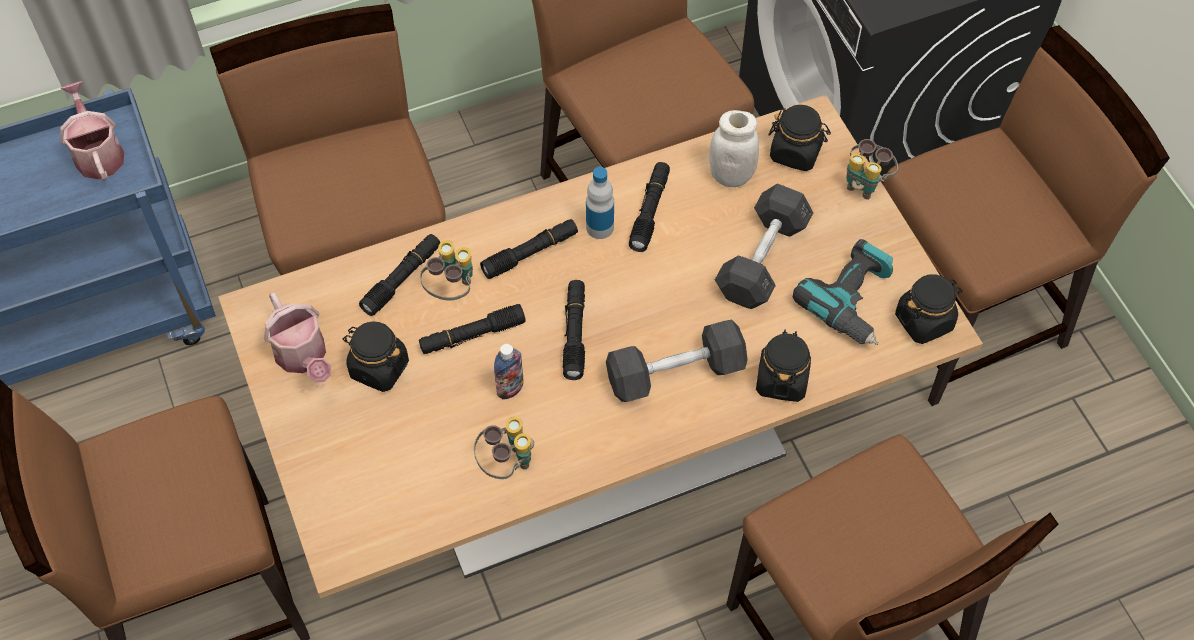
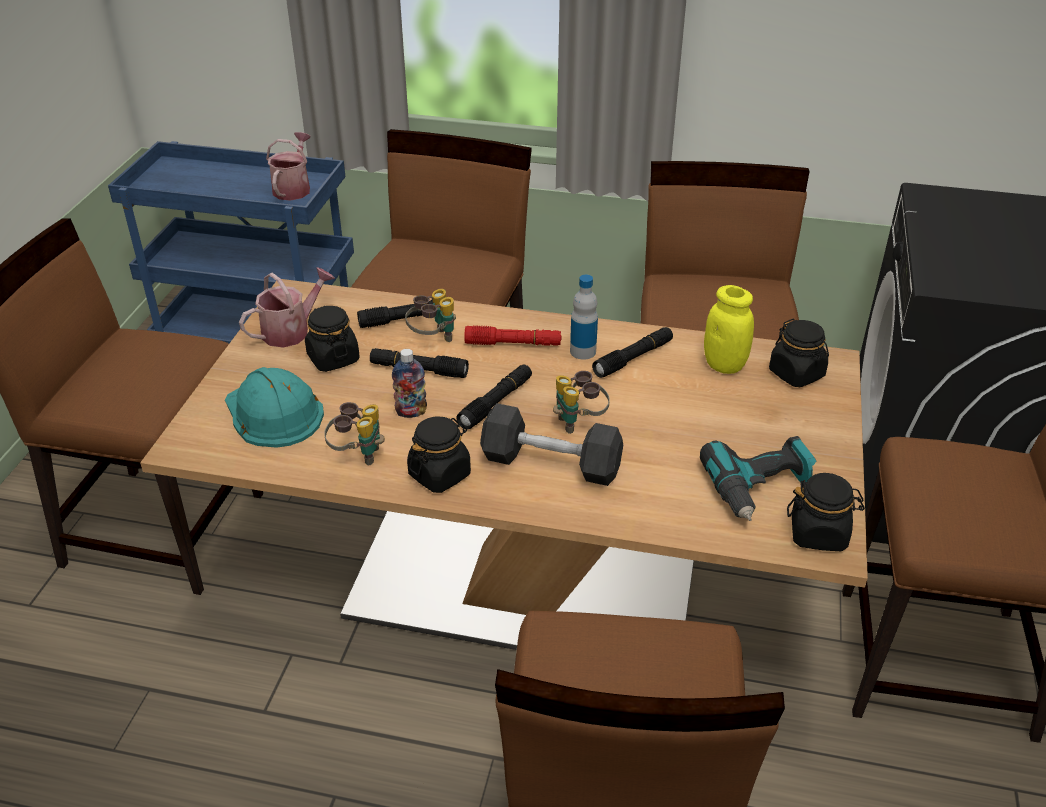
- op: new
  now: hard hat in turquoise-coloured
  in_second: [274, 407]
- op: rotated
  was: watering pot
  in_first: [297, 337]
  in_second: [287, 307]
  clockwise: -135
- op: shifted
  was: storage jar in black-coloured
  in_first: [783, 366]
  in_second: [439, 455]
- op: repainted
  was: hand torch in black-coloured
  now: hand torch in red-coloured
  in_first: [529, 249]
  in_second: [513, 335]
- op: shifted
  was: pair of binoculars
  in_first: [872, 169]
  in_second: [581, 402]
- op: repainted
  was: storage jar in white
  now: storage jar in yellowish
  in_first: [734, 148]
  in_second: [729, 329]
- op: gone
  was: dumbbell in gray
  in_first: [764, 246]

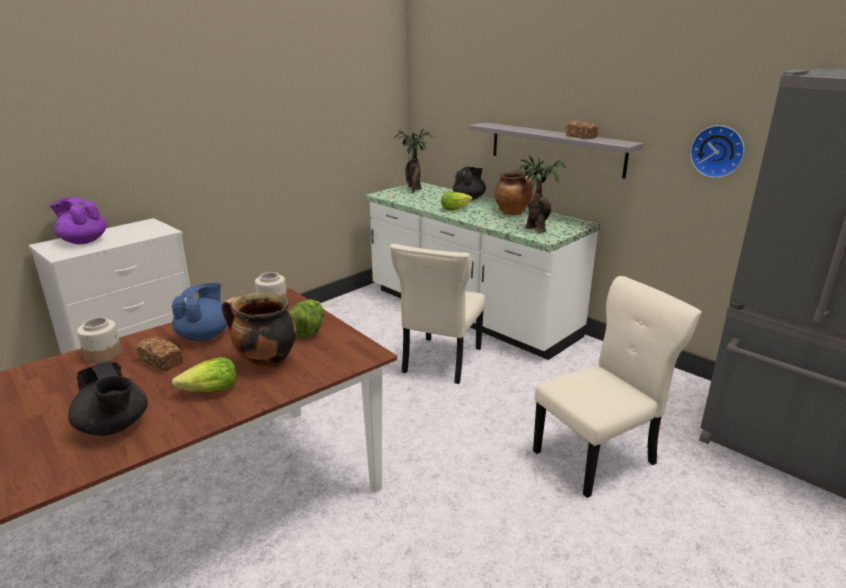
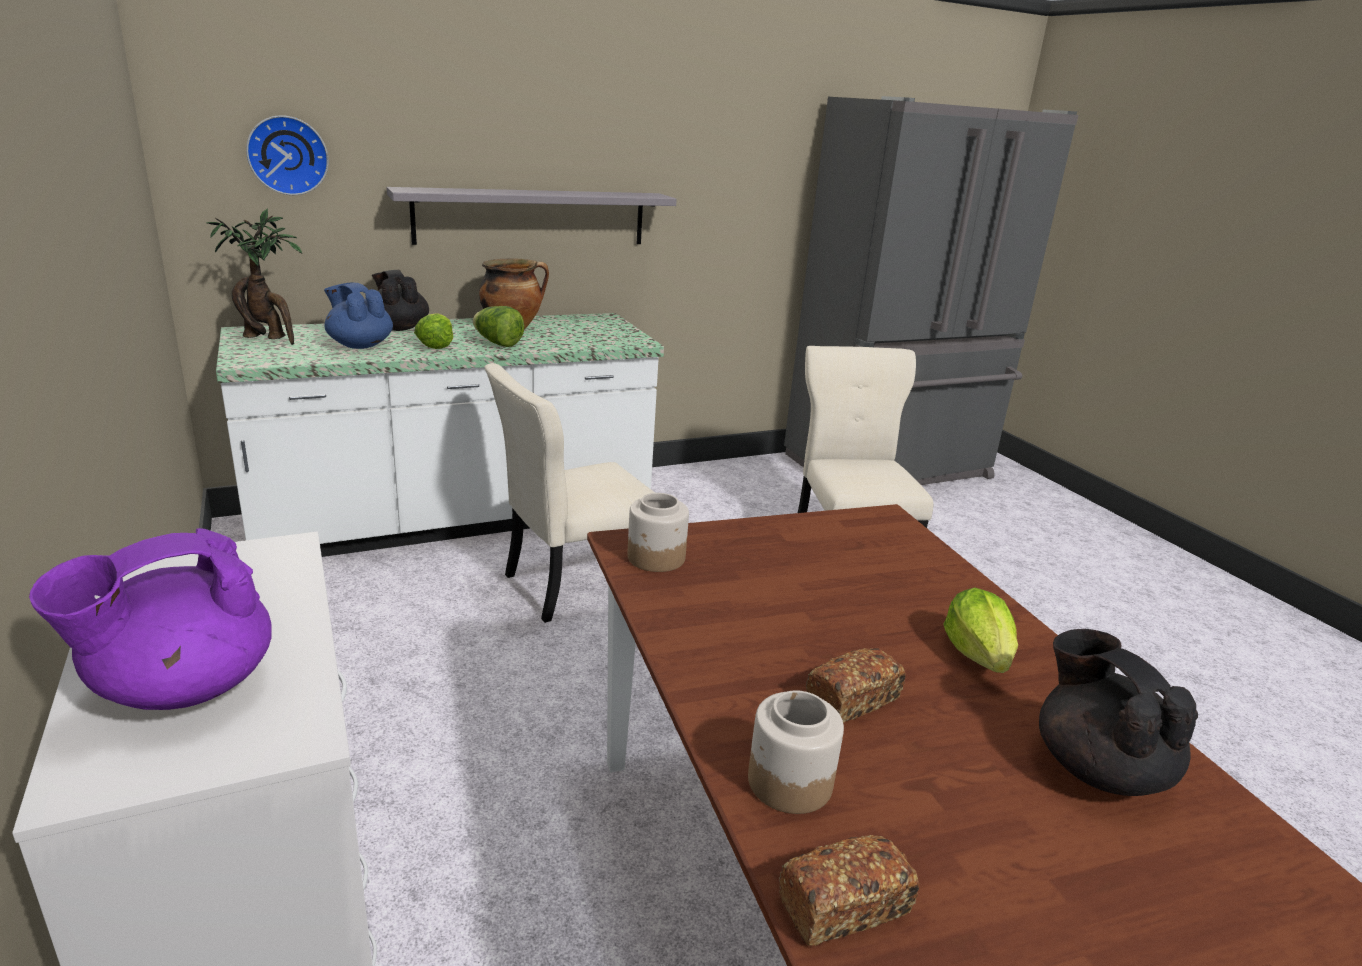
- op: shifted
  was: clock on the wall
  in_first: [717, 151]
  in_second: [287, 155]
- op: shifted
  was: tea pot in blue-coloured
  in_first: [199, 312]
  in_second: [358, 315]
- op: shifted
  was: lettuce head
  in_first: [306, 319]
  in_second: [498, 326]
- op: rotated
  was: plain chair in beige
  in_first: [438, 314]
  in_second: [570, 493]
  clockwise: 105
- op: shifted
  was: bakery bread
  in_first: [582, 130]
  in_second: [849, 890]
- op: rotated
  was: tea pot in black-coloured
  in_first: [108, 399]
  in_second: [1118, 712]
  clockwise: -90
- op: gone
  was: saucepot
  in_first: [259, 331]
- op: gone
  was: houseplant
  in_first: [543, 194]

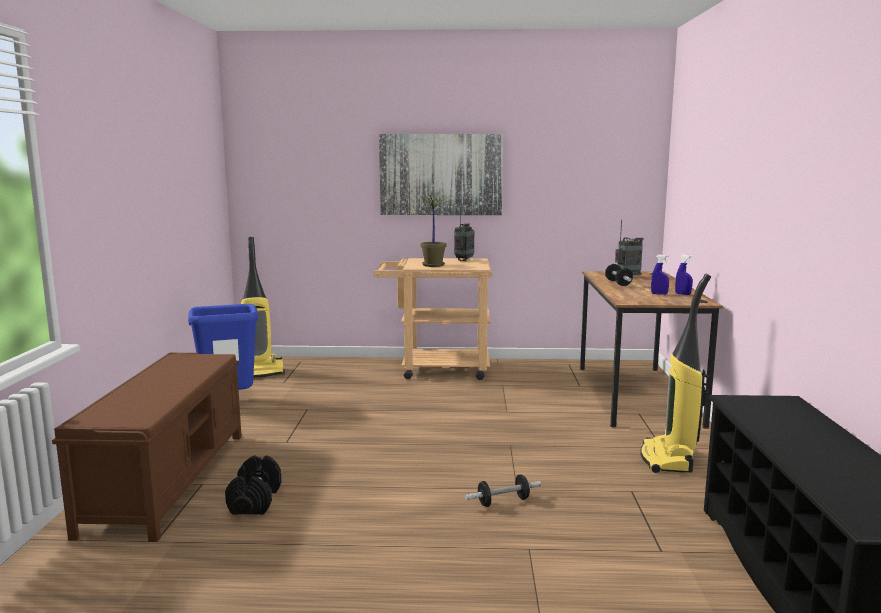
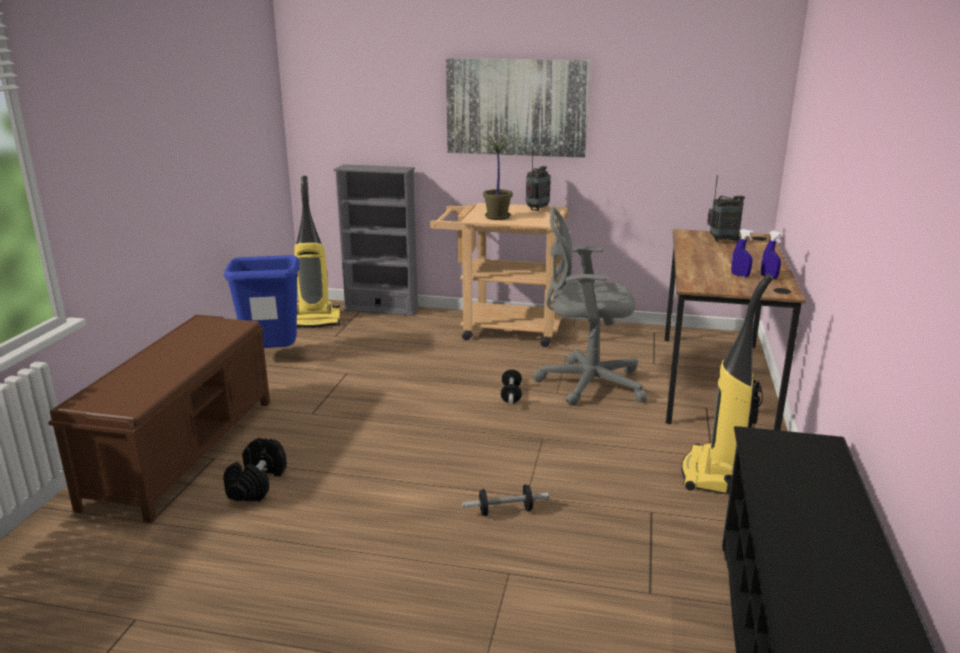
- op: new
  now: bookcase in gray
  in_second: [376, 240]
- op: shifted
  was: dumbbell
  in_first: [619, 275]
  in_second: [511, 386]
- op: new
  now: computer chair in gray
  in_second: [590, 306]

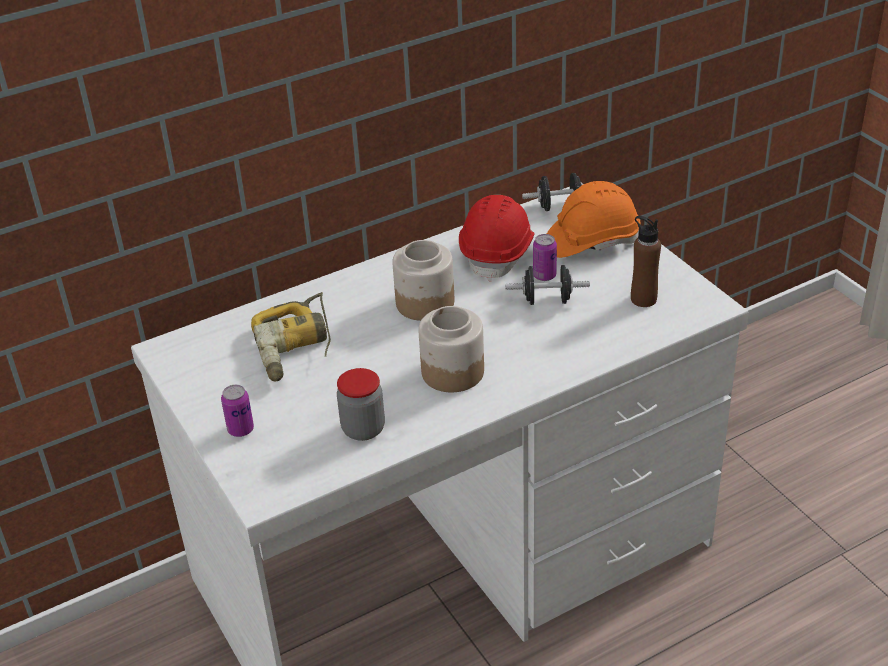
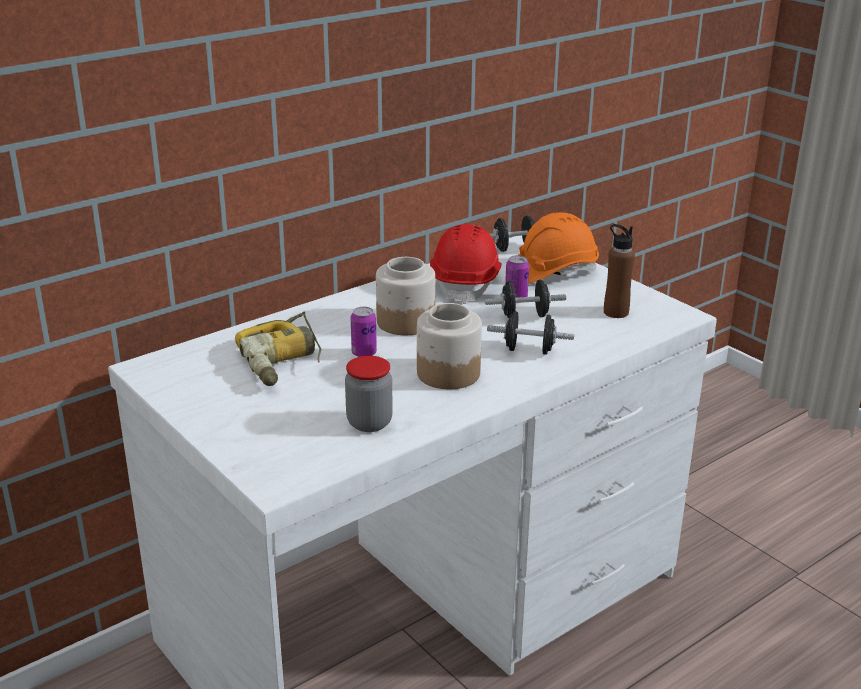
- op: shifted
  was: can
  in_first: [237, 411]
  in_second: [364, 332]
- op: new
  now: dumbbell in black-coloured
  in_second: [530, 333]

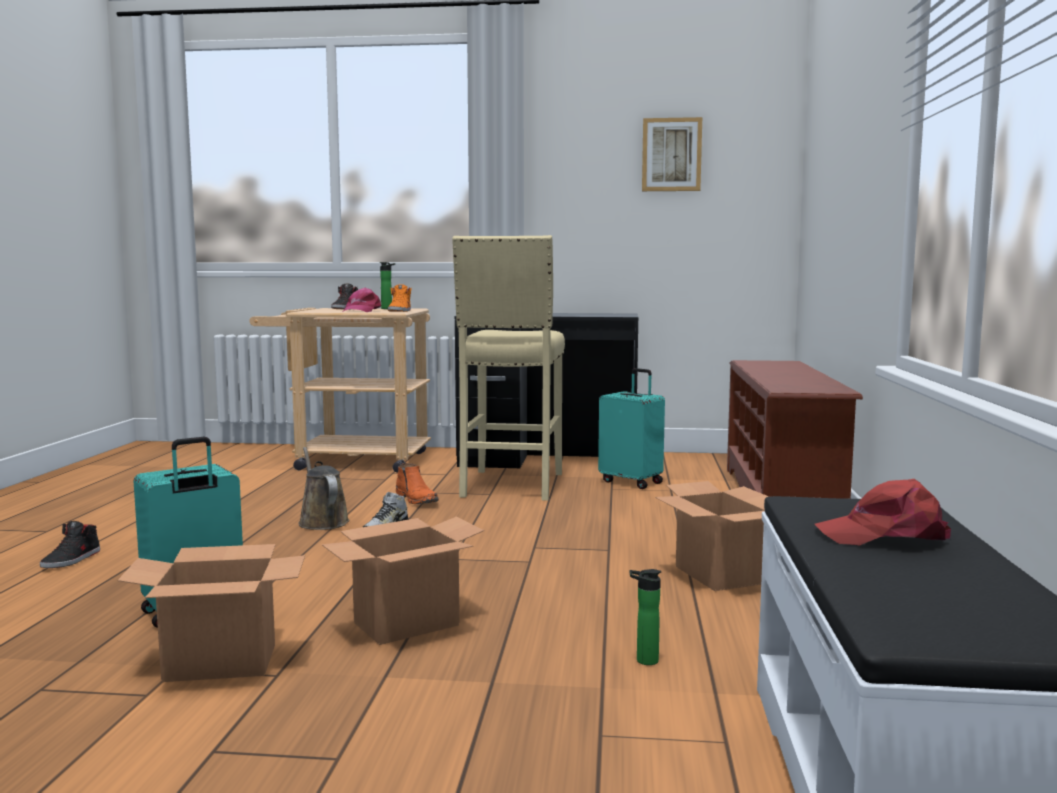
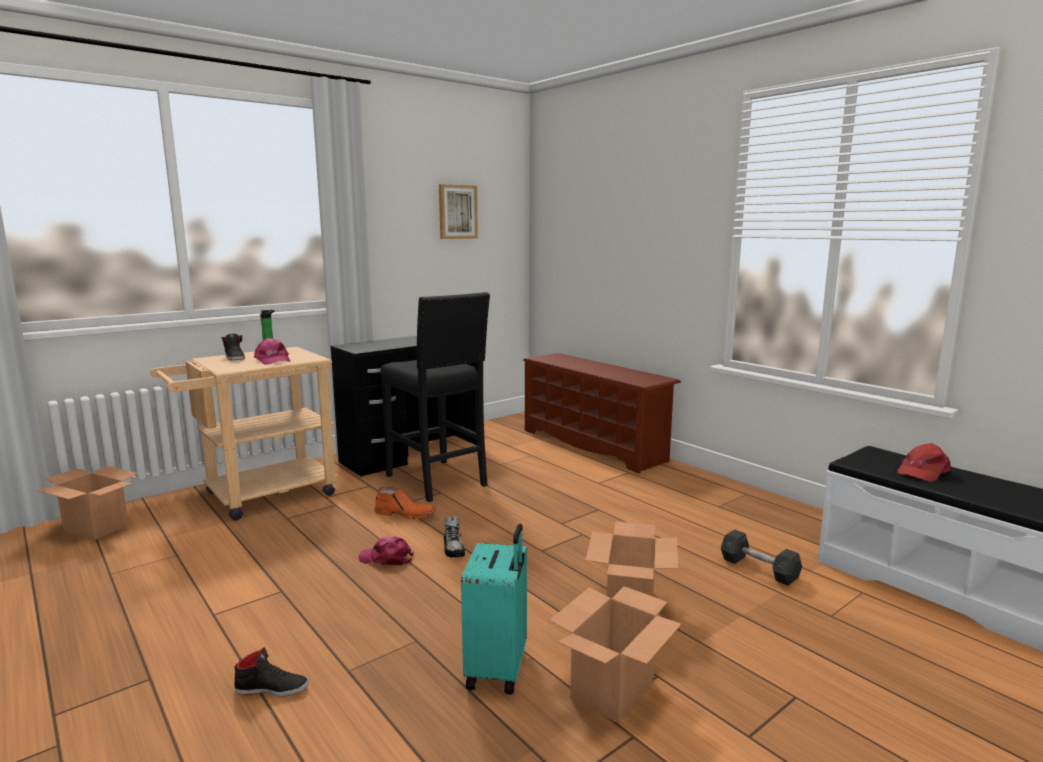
- op: shifted
  was: carton
  in_first: [712, 536]
  in_second: [87, 503]
- op: rotated
  was: low shoe in black-coloured
  in_first: [70, 544]
  in_second: [271, 672]
  clockwise: -60
- op: swapped
  was: watering pot in brown-coloured
  now: cap in pink
  in_first: [324, 488]
  in_second: [386, 550]
- op: repainted
  was: sitting stool in beige
  now: sitting stool in black-coloured
  in_first: [508, 368]
  in_second: [435, 397]
- op: swapped
  was: drink bottle
  now: dumbbell in gray
  in_first: [646, 617]
  in_second: [761, 558]
- op: gone
  was: low shoe in orangey
  in_first: [400, 298]
- op: gone
  was: piece of luggage in turquoise-coloured
  in_first: [631, 428]

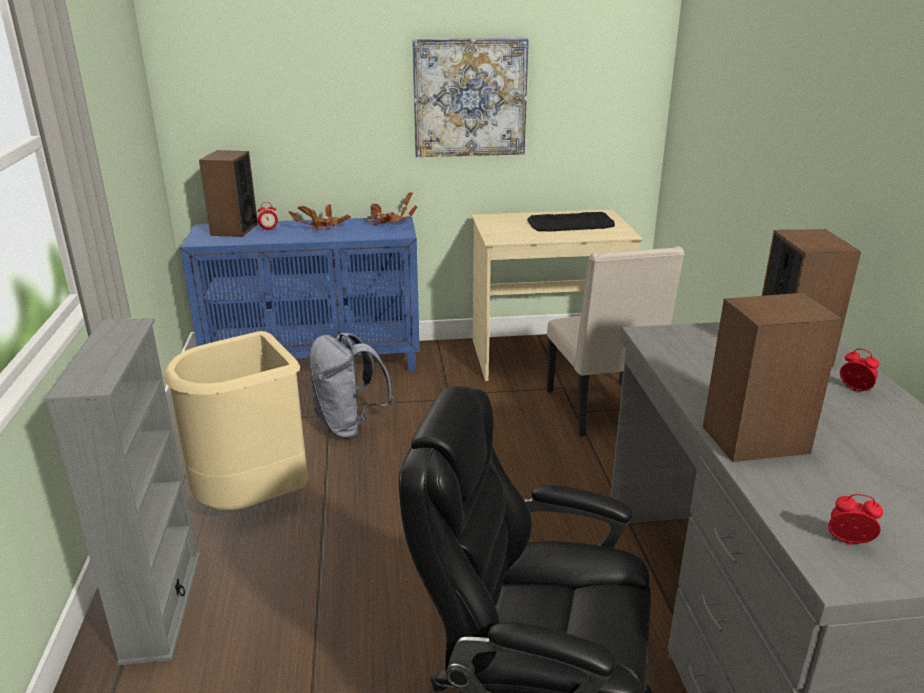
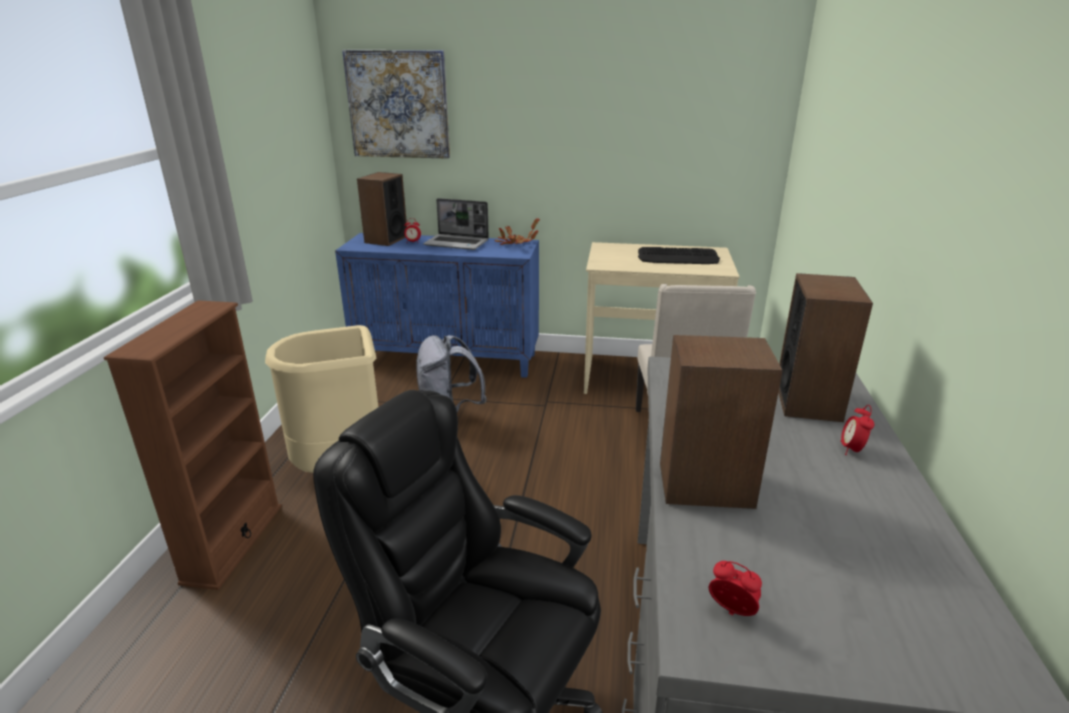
- op: repainted
  was: bookcase in gray
  now: bookcase in brown-coloured
  in_first: [122, 491]
  in_second: [193, 445]
- op: shifted
  was: wall art
  in_first: [470, 97]
  in_second: [396, 104]
- op: swapped
  was: houseplant
  now: portable computer
  in_first: [320, 217]
  in_second: [456, 224]
- op: rotated
  was: alarm clock
  in_first: [859, 370]
  in_second: [857, 430]
  clockwise: -135

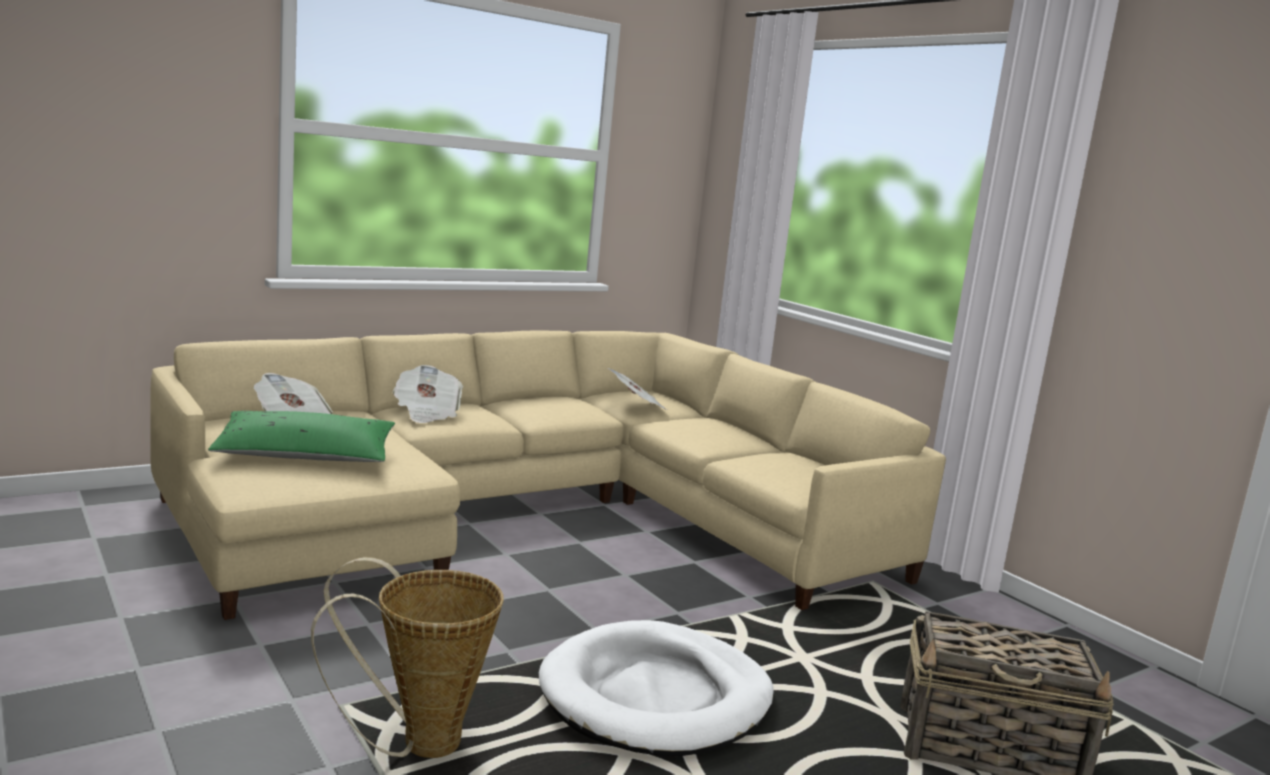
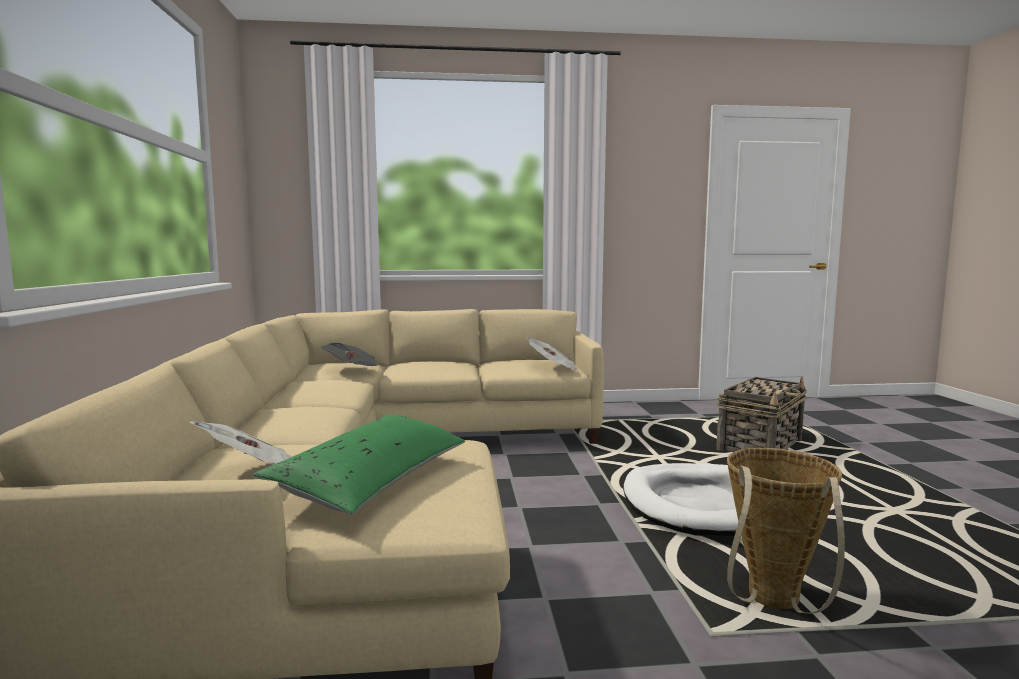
- op: shifted
  was: printed paper
  in_first: [428, 394]
  in_second: [552, 354]

